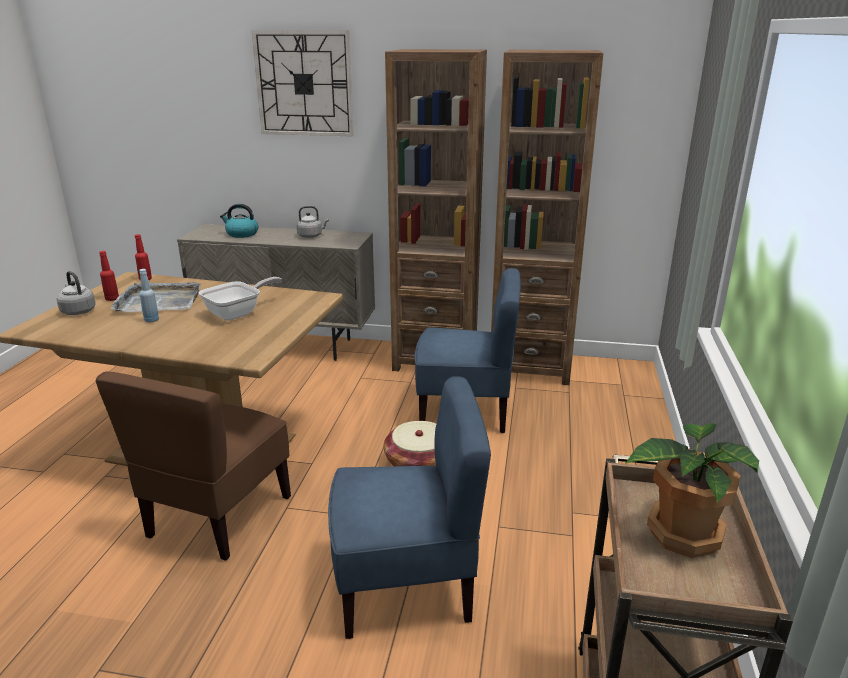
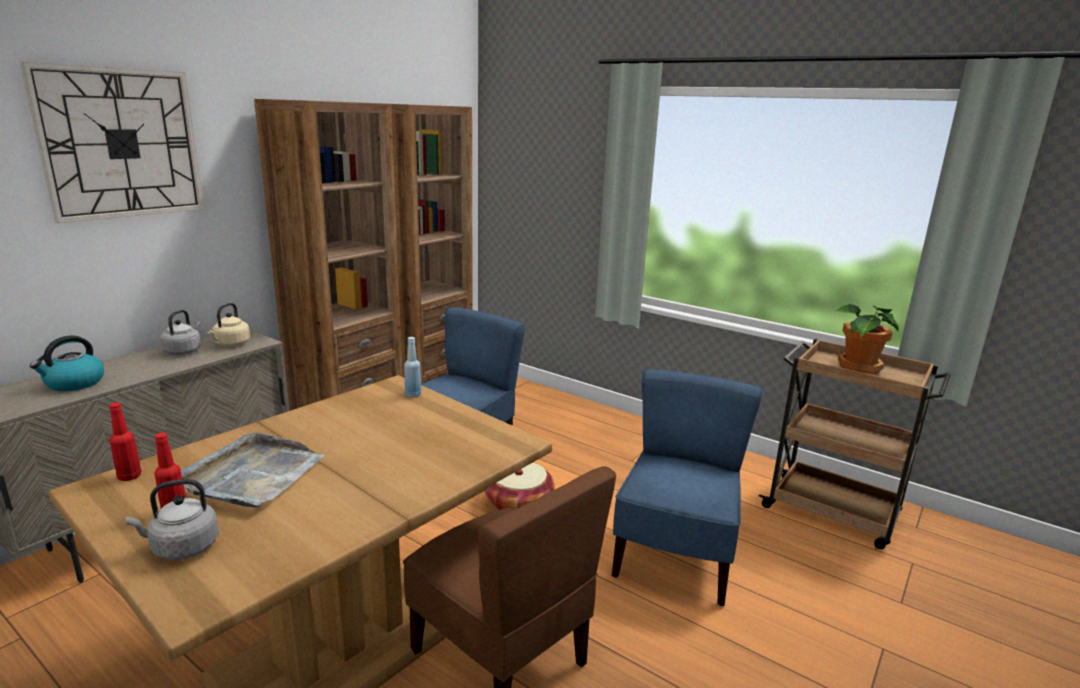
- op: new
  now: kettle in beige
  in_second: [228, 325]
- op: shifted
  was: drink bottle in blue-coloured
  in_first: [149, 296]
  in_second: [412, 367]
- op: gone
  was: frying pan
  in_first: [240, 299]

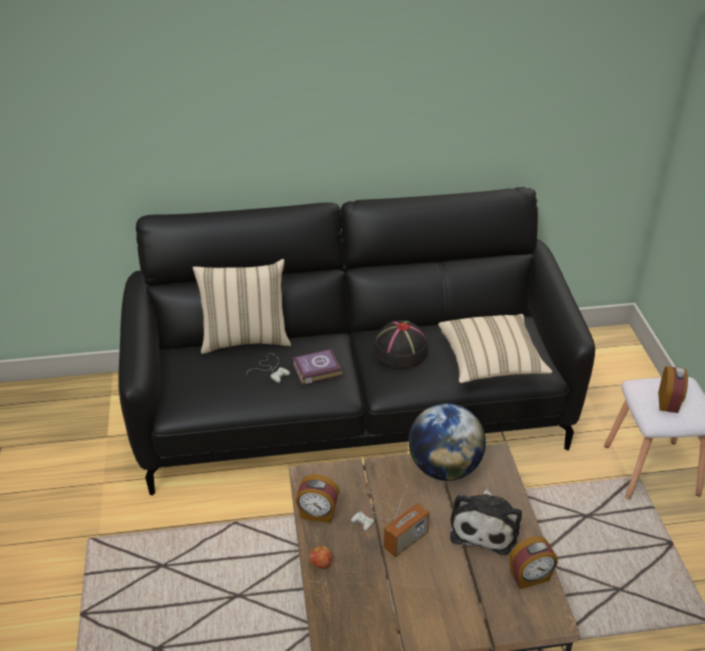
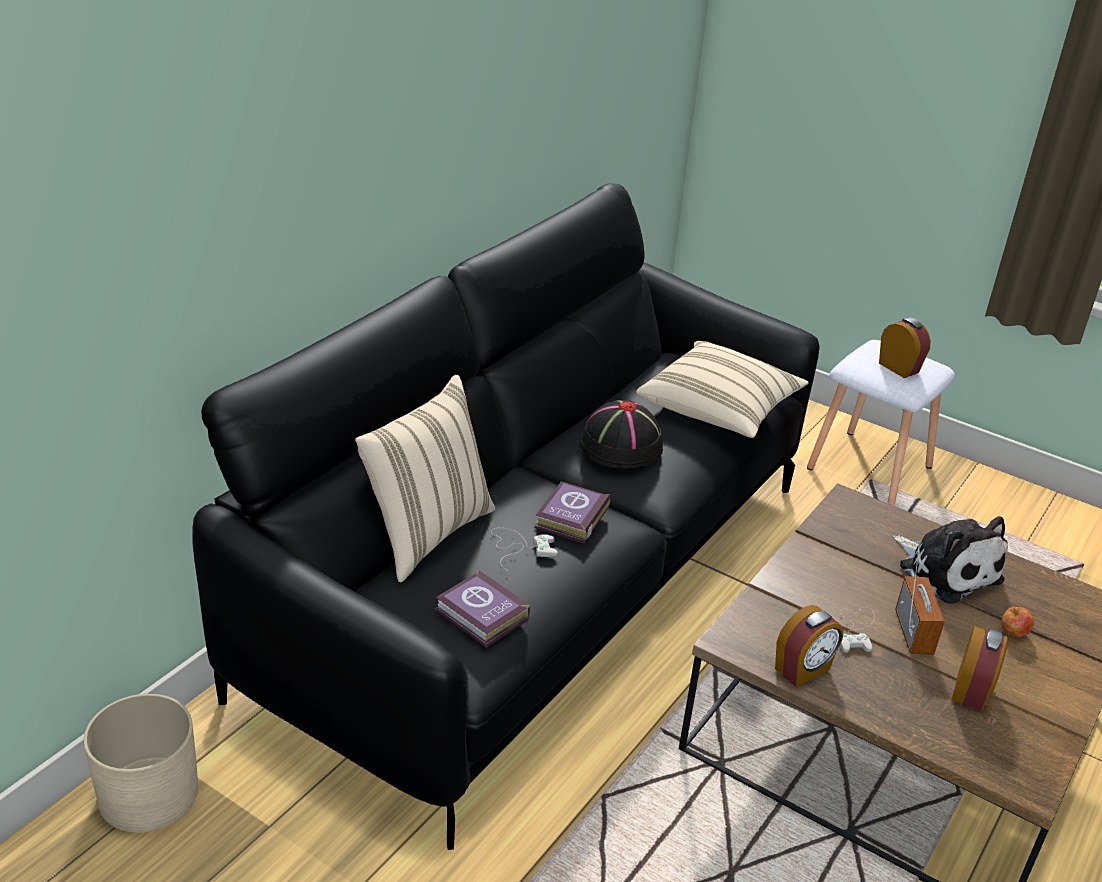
- op: new
  now: planter in beige
  in_second: [141, 763]
- op: new
  now: volume
  in_second: [482, 609]
- op: shifted
  was: alarm clock
  in_first: [533, 562]
  in_second: [980, 668]
- op: shifted
  was: whole apple
  in_first: [320, 557]
  in_second: [1017, 622]
- op: gone
  was: desk globe
  in_first: [447, 442]

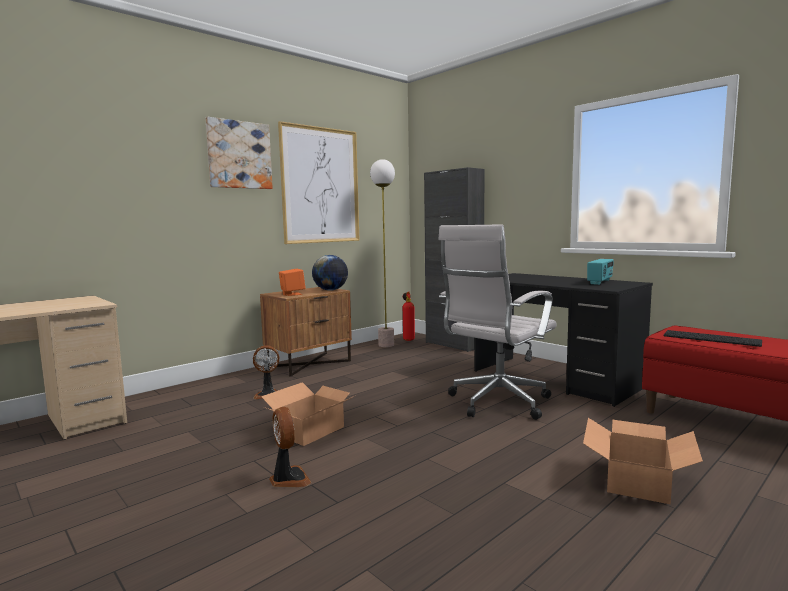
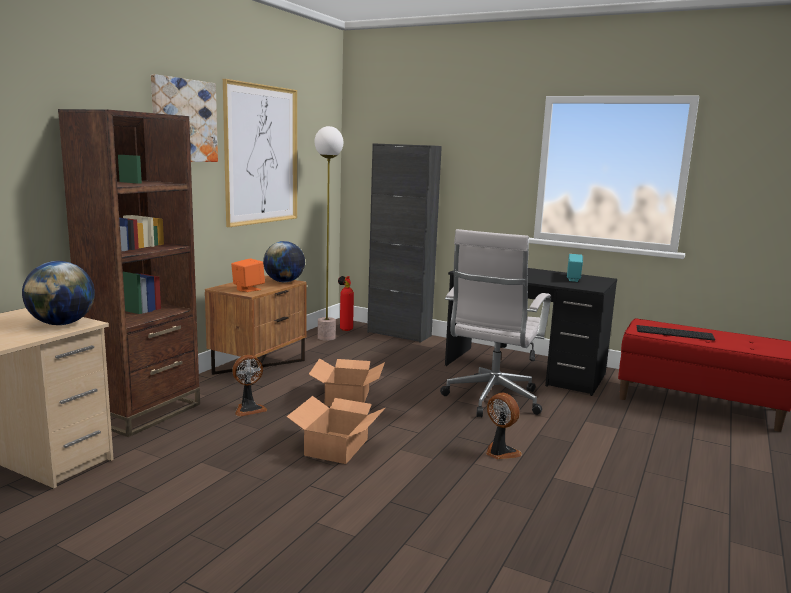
- op: new
  now: desk globe
  in_second: [58, 293]
- op: new
  now: bookcase in brown-coloured
  in_second: [129, 273]
- op: shifted
  was: carton
  in_first: [643, 461]
  in_second: [347, 382]
- op: shifted
  was: cooling fan
  in_first: [290, 447]
  in_second: [504, 426]

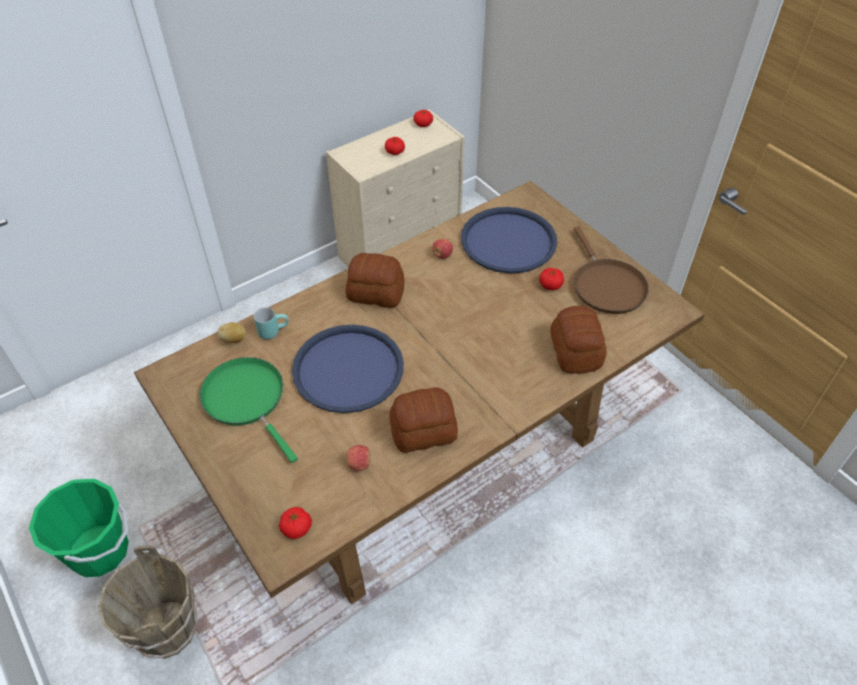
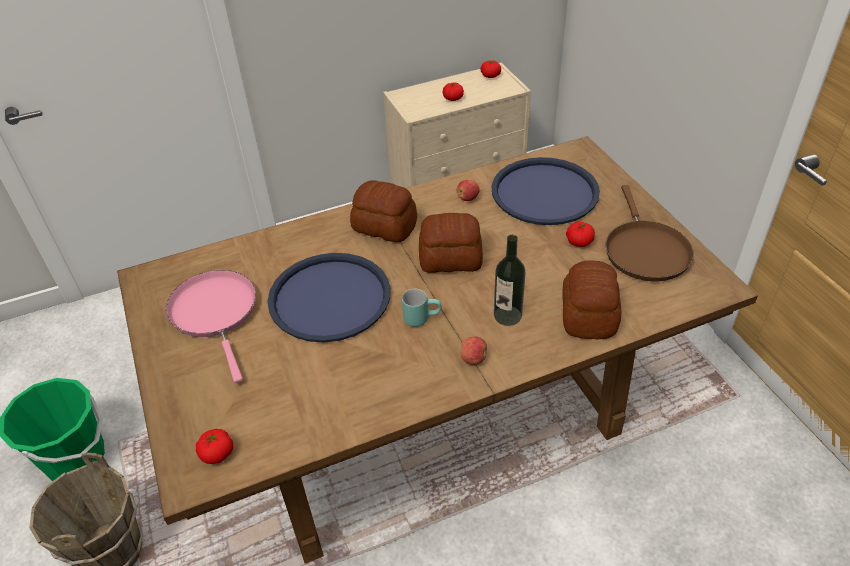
- op: repainted
  was: frying pan in greenish
  now: frying pan in pink
  in_first: [249, 410]
  in_second: [211, 326]
- op: shifted
  was: tea mug in turquoise-coloured
  in_first: [271, 323]
  in_second: [422, 308]
- op: shifted
  was: bakery bread
  in_first: [424, 420]
  in_second: [451, 243]
- op: shifted
  was: whole apple
  in_first: [359, 458]
  in_second: [474, 351]
- op: new
  now: drink bottle
  in_second: [510, 280]
- op: gone
  was: potato
  in_first: [232, 332]

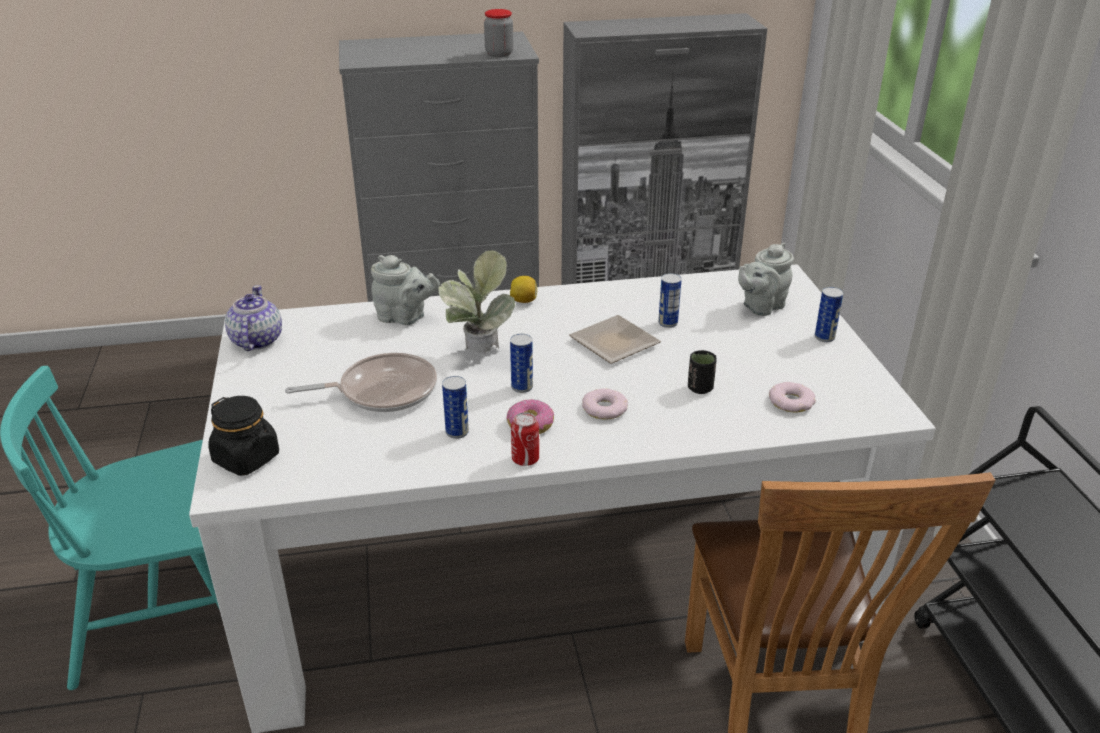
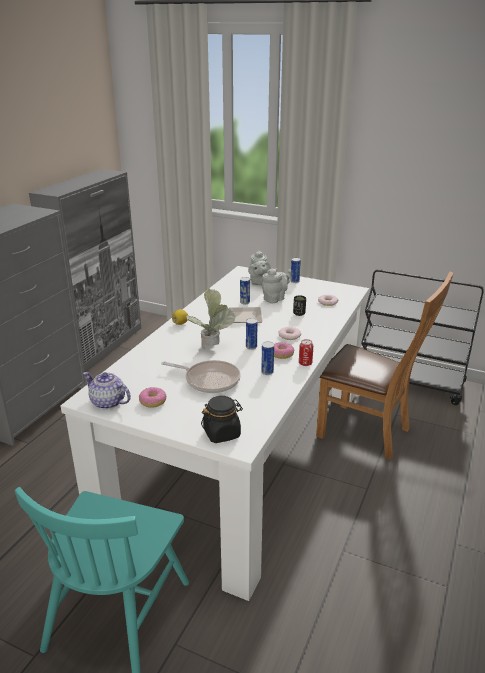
- op: new
  now: donut
  in_second: [152, 397]
- op: rotated
  was: frying pan
  in_first: [361, 382]
  in_second: [201, 376]
  clockwise: 90
- op: shifted
  was: tea pot in gray
  in_first: [405, 290]
  in_second: [276, 285]
- op: gone
  was: storage jar
  in_first: [498, 33]

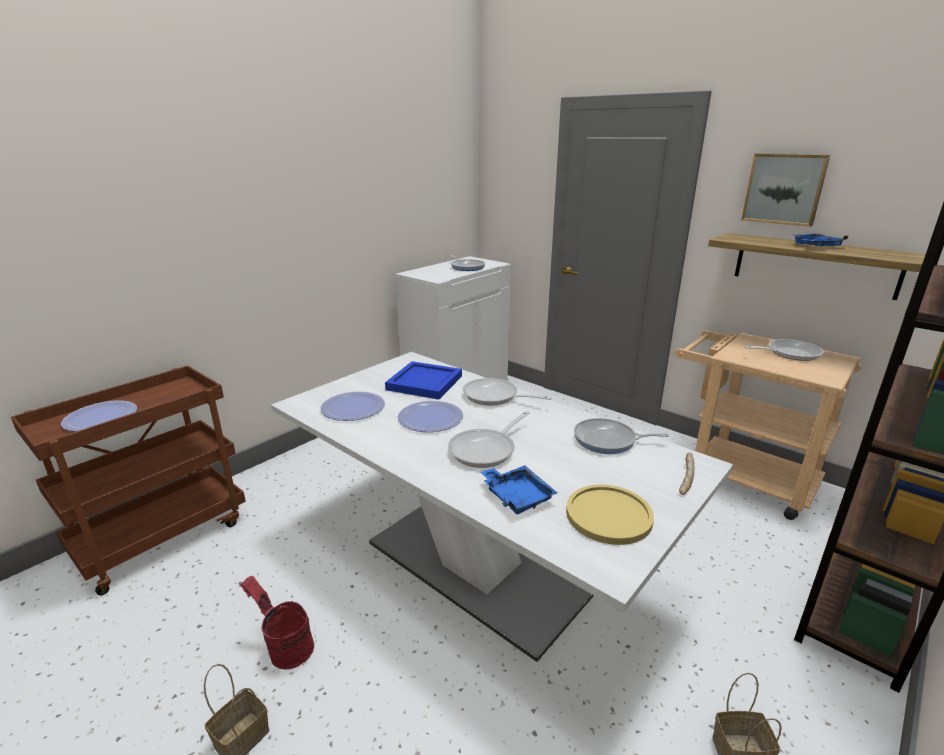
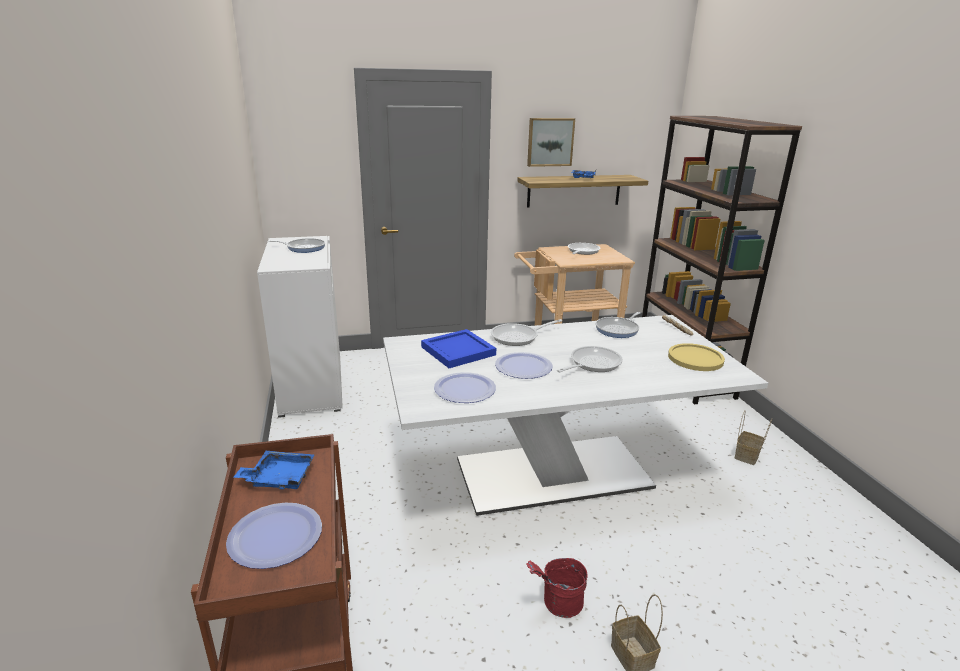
- op: shifted
  was: tray in blue-coloured
  in_first: [518, 489]
  in_second: [274, 470]
- op: rotated
  was: frying pan
  in_first: [489, 439]
  in_second: [590, 359]
  clockwise: -120

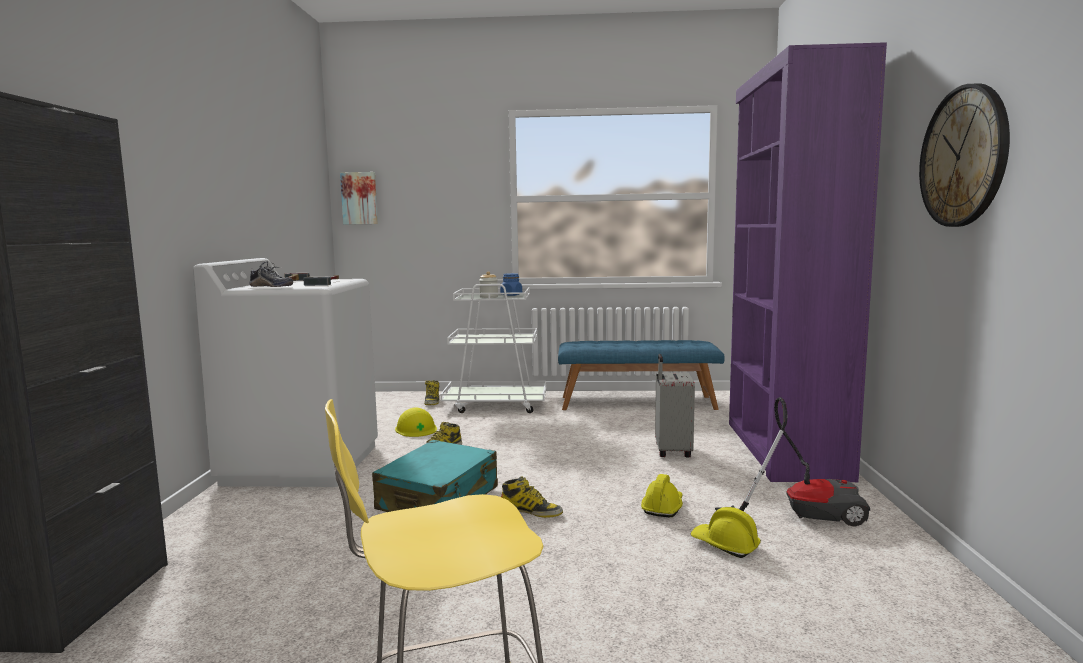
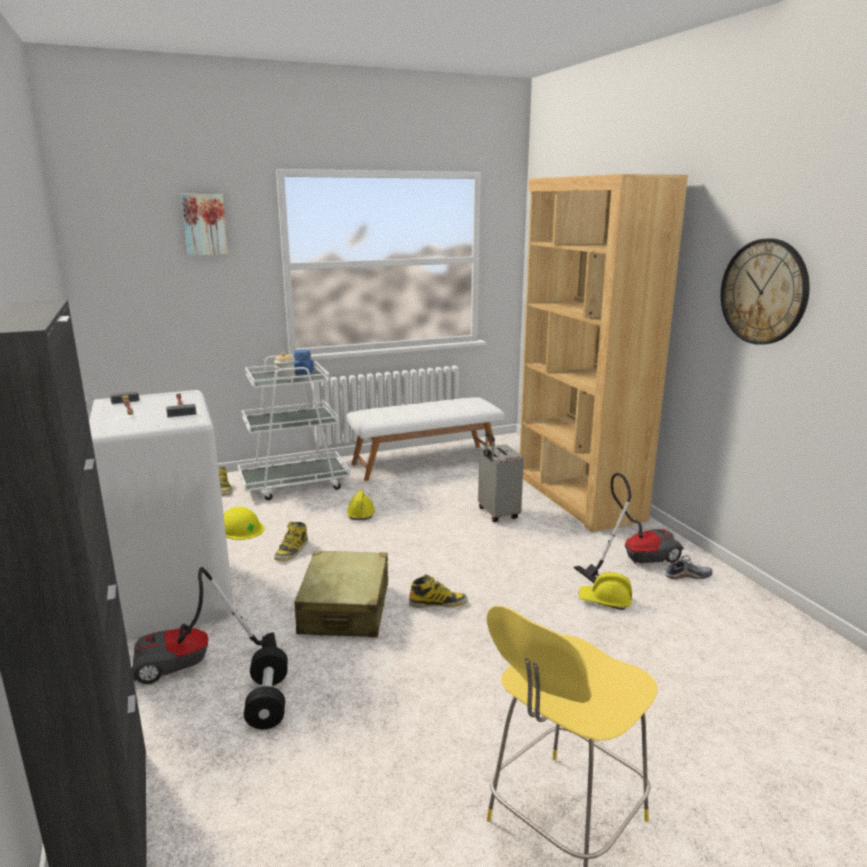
- op: new
  now: vacuum
  in_second: [204, 625]
- op: shifted
  was: wall art
  in_first: [359, 198]
  in_second: [204, 225]
- op: new
  now: dumbbell in black-coloured
  in_second: [266, 688]
- op: repainted
  was: piece of luggage in turquoise-coloured
  now: piece of luggage in beige
  in_first: [435, 476]
  in_second: [341, 594]
- op: repainted
  was: long seat in blue-coloured
  now: long seat in white
  in_first: [641, 375]
  in_second: [425, 439]
- op: shifted
  was: hard hat in yellowish
  in_first: [662, 495]
  in_second: [361, 505]
- op: repainted
  was: bookcase in purple-coloured
  now: bookcase in brown-coloured
  in_first: [808, 262]
  in_second: [604, 353]
- op: shifted
  was: low shoe
  in_first: [271, 274]
  in_second: [688, 567]

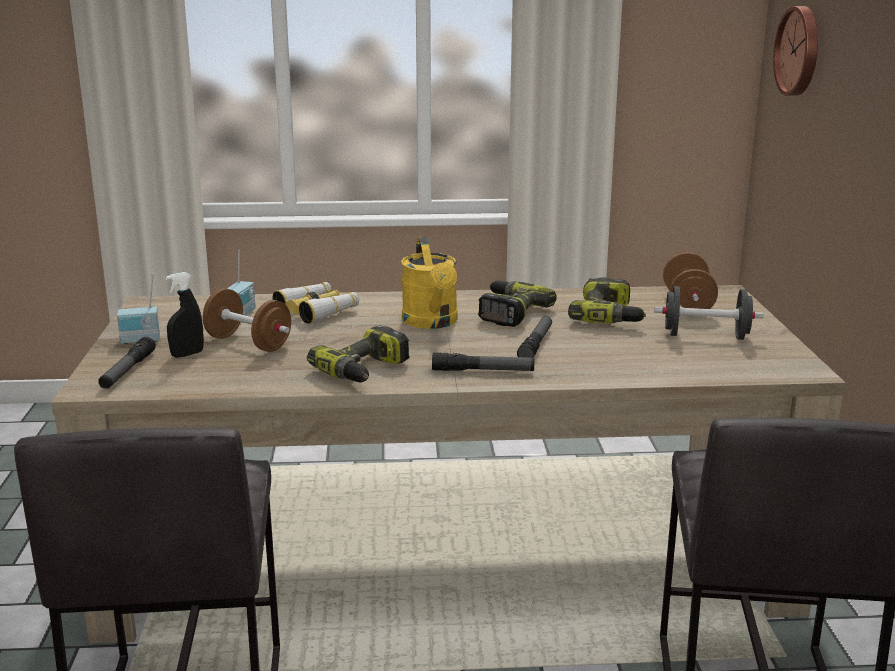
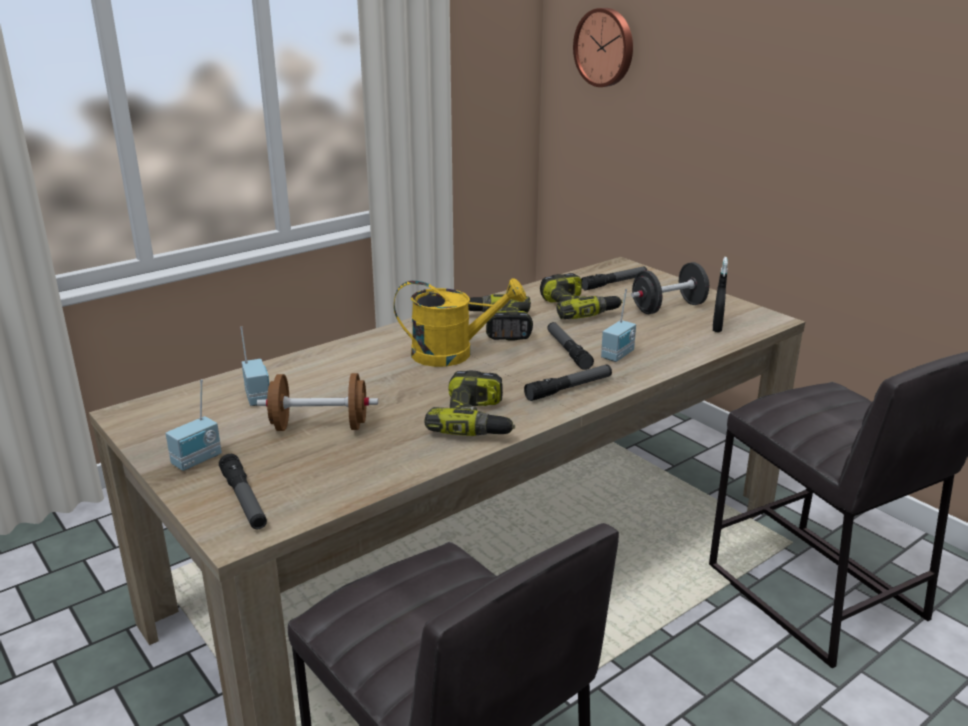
- op: rotated
  was: watering pot in yellowish
  in_first: [429, 283]
  in_second: [460, 322]
  clockwise: -45
- op: swapped
  was: dumbbell in brown-coloured
  now: hand torch
  in_first: [690, 284]
  in_second: [614, 278]
- op: new
  now: radio set
  in_second: [618, 325]
- op: shifted
  was: hand sprayer in black-coloured
  in_first: [185, 315]
  in_second: [720, 294]
- op: gone
  was: pair of binoculars
  in_first: [316, 303]

